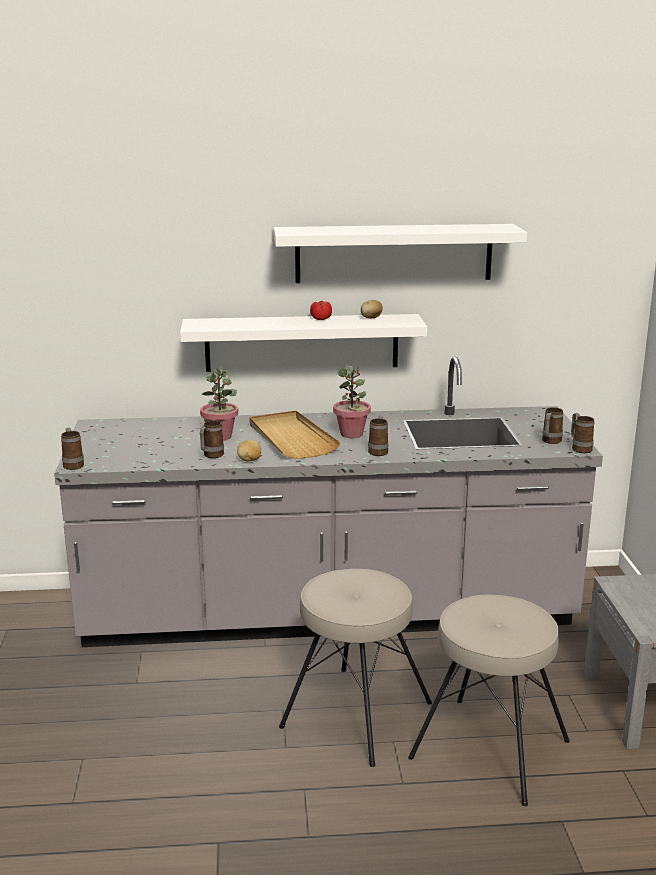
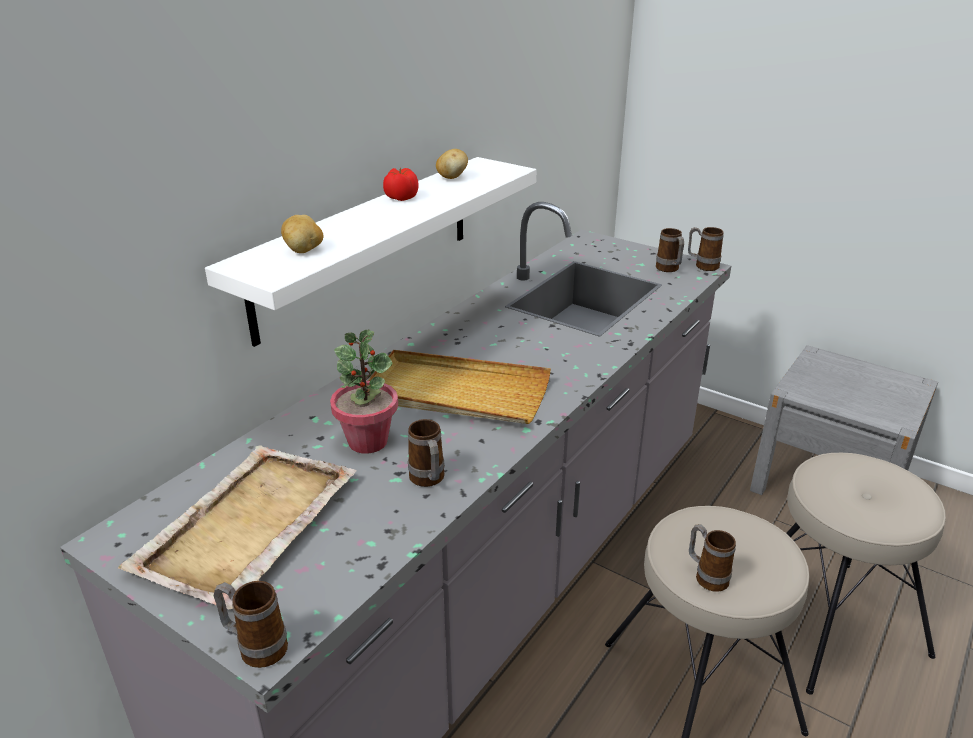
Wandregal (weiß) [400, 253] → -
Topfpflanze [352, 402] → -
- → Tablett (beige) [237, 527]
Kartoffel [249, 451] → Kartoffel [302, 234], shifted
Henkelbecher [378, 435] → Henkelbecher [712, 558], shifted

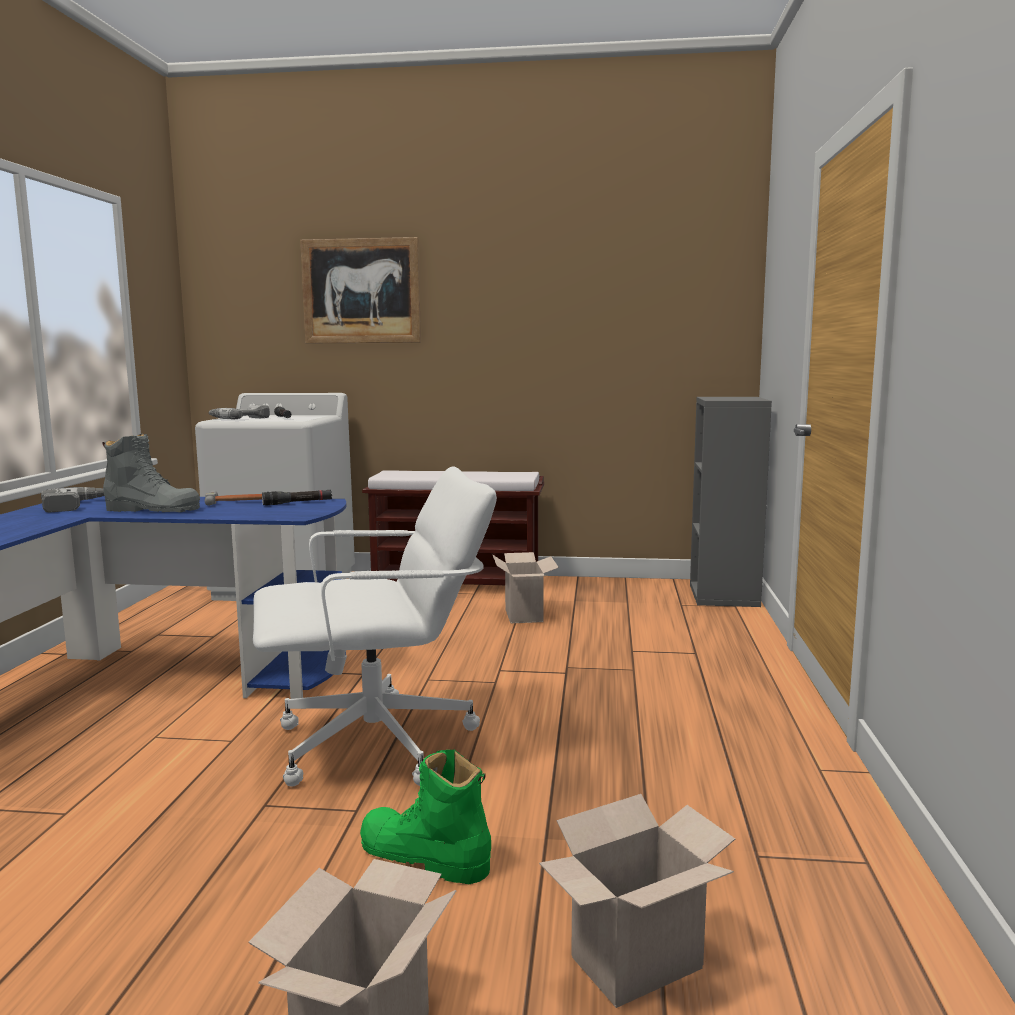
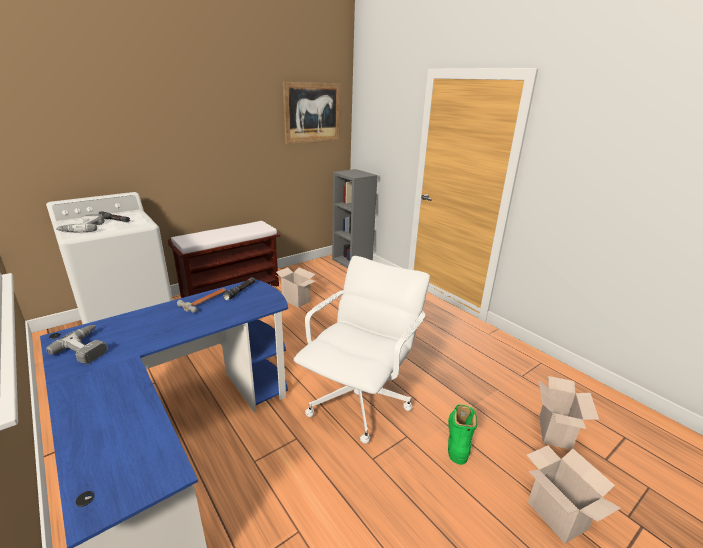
Stiefel (grau) [151, 473] → -
Bild [360, 290] → Bild [312, 113], shifted
Stiefel (grün) [425, 817] → Stiefel (grün) [462, 434], 120 degrees clockwise

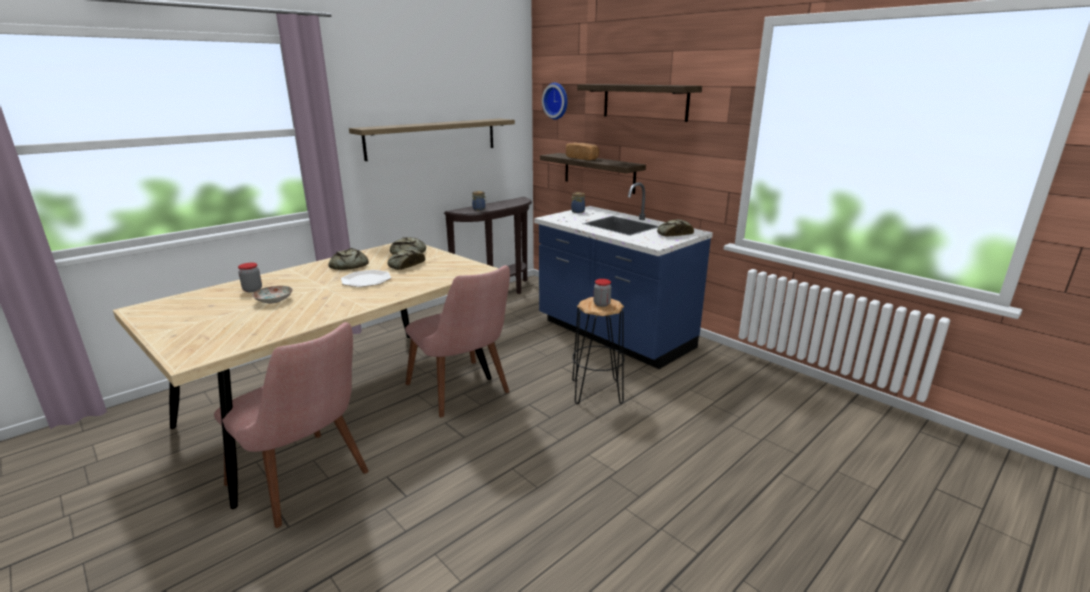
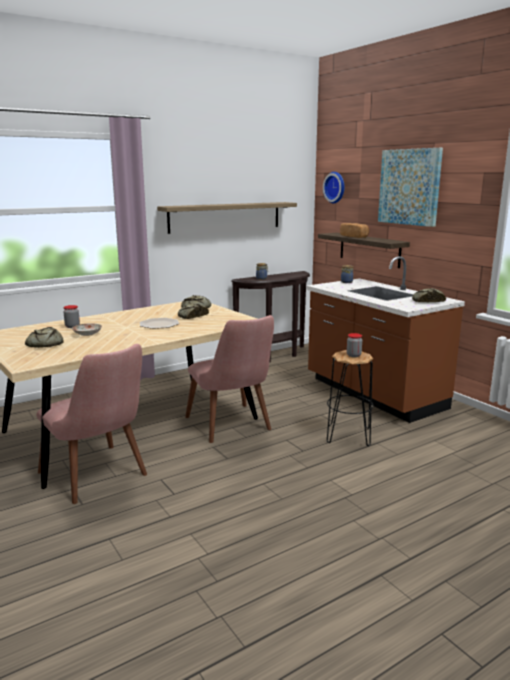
Brot [349, 259] → Brot [44, 337], shifted
Wandregal [639, 103] → Bild [410, 187]
Küchenzeile (blau) [623, 275] → Küchenzeile (braun) [385, 339]

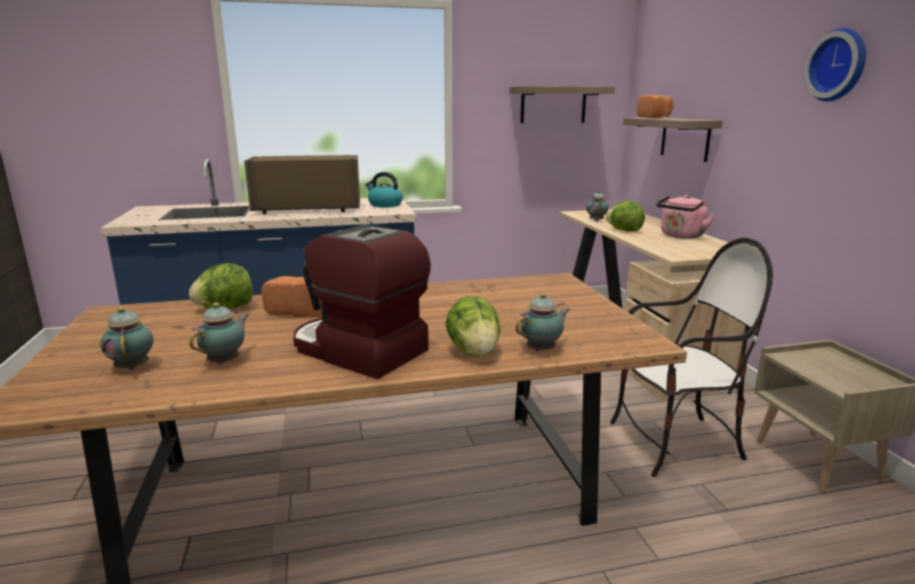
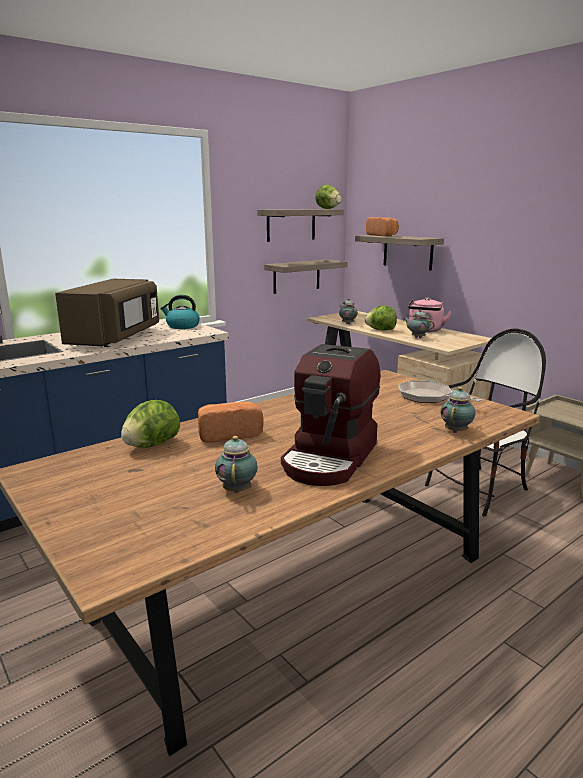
Wanduhr [835, 64] → -
- → Wandregal [306, 276]
- → Pfanne [440, 392]
Teekanne [126, 338] → Teekanne [419, 323], shifted
Salatkopf [473, 325] → Salatkopf [328, 196], shifted
Mikrowelle (braun) [302, 184] → Mikrowelle (braun) [107, 313], 135 degrees clockwise
Kaffeemaschine [362, 302] → Kaffeemaschine [330, 415], 75 degrees counterclockwise

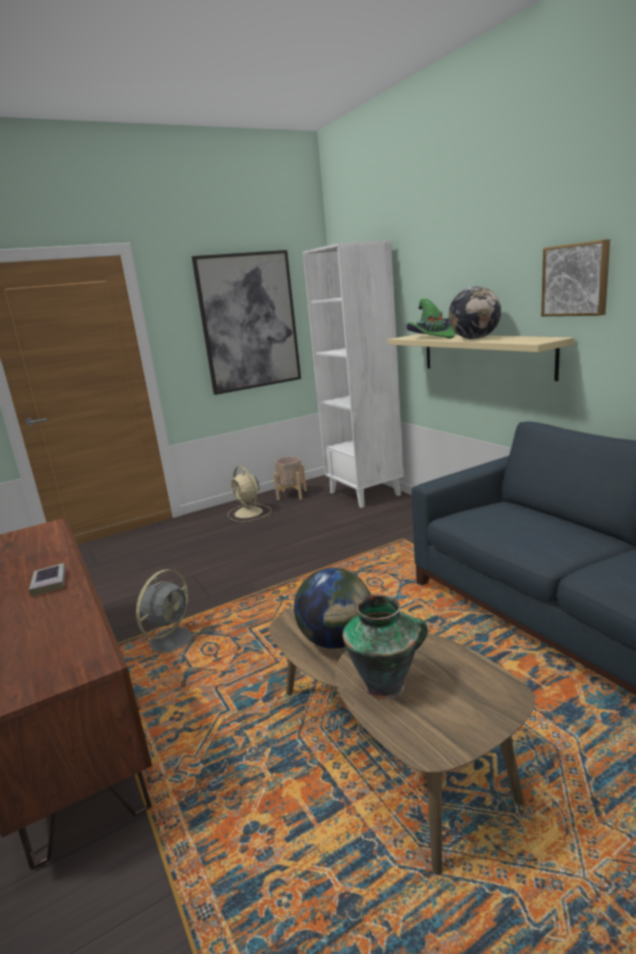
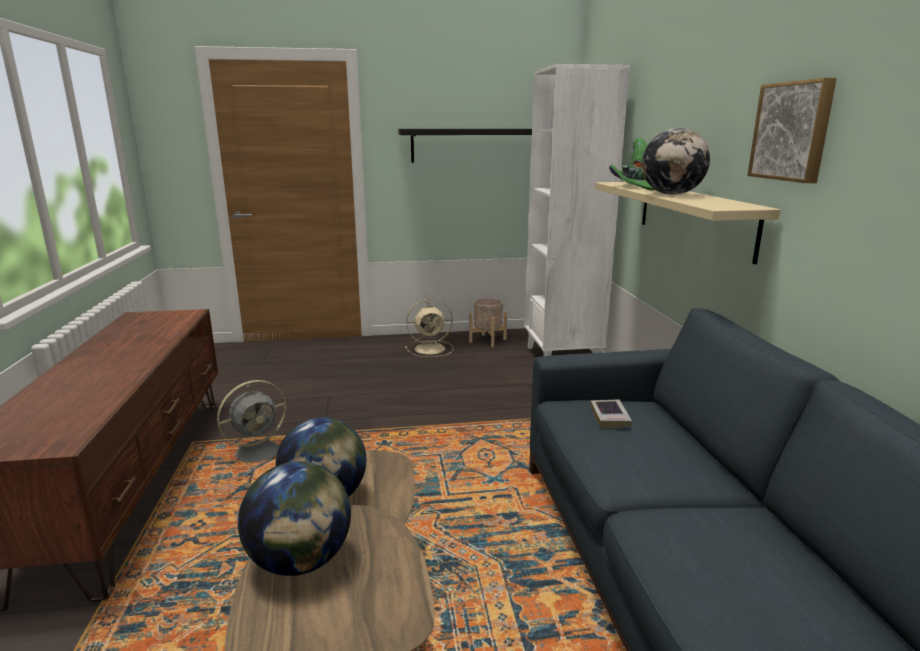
Buch [47, 580] → Buch [611, 413], shifted
Bild [246, 322] → Wandregal (schwarz) [465, 146]
Vase [385, 647] → Globus [294, 518]
Ventilator (beige) [249, 494] → Ventilator (beige) [429, 327], 90 degrees counterclockwise

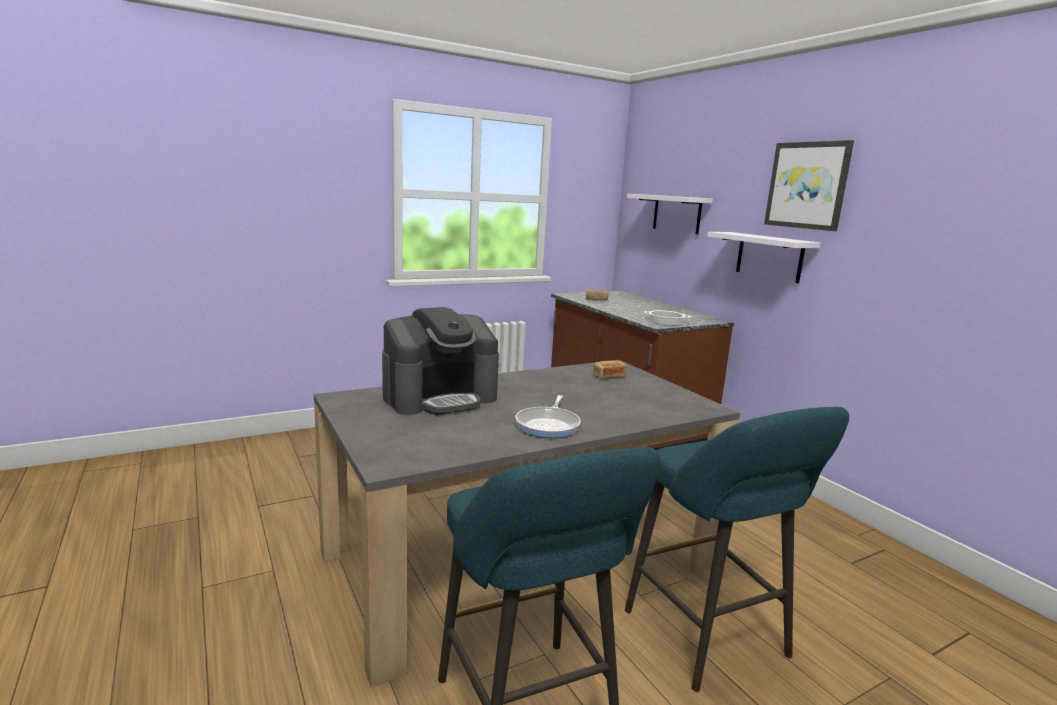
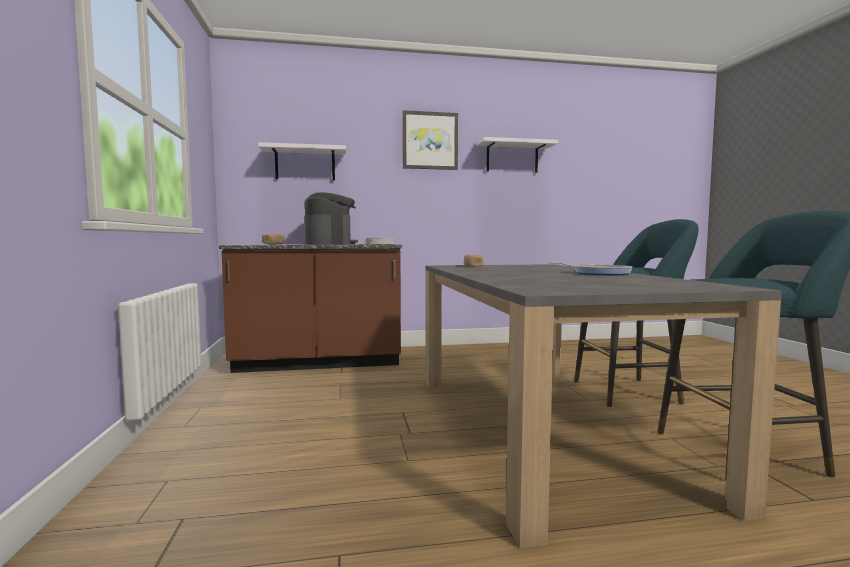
Kaffeemaschine [440, 361] → Kaffeemaschine [331, 218], shifted
Wandregal (weiß) [763, 257] → Wandregal (weiß) [517, 155], shifted

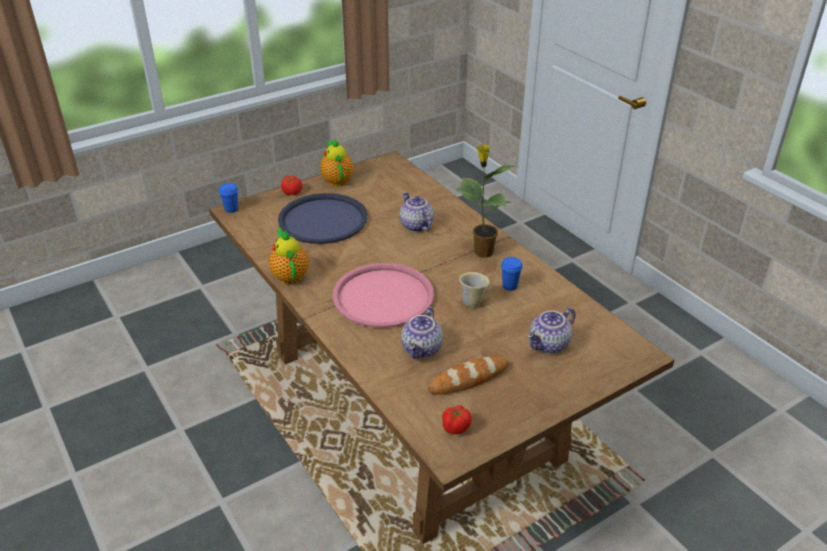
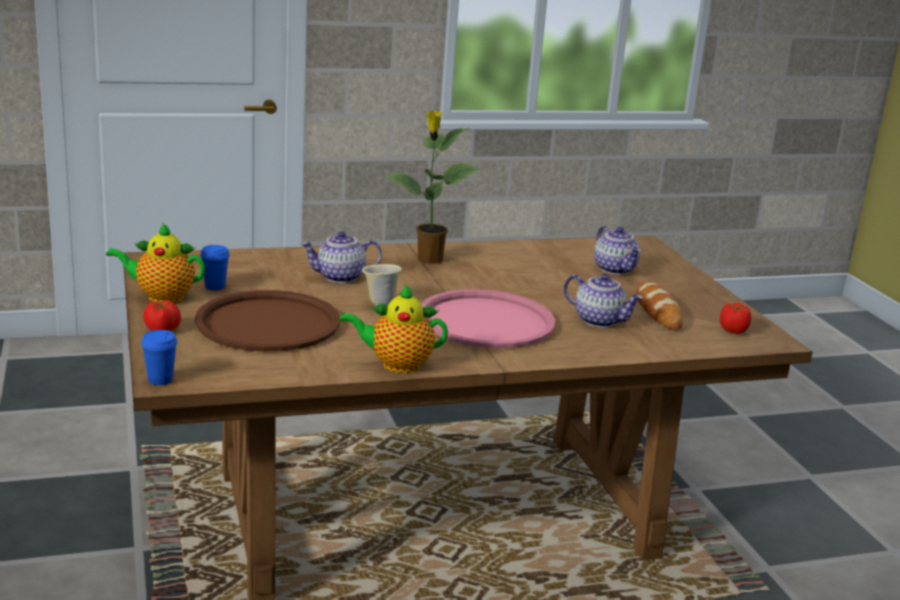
Henkelbecher (beige) [474, 289] → Henkelbecher (beige) [382, 285], shifted
Tasse (blau) [512, 274] → Tasse (blau) [215, 267], shifted
Tablett (blau) [322, 218] → Tablett (braun) [267, 321]

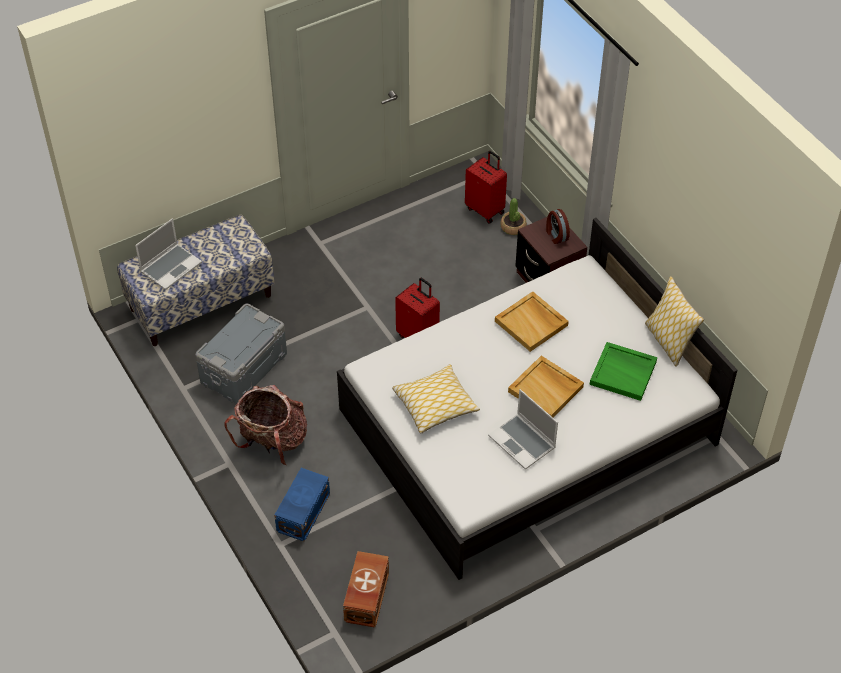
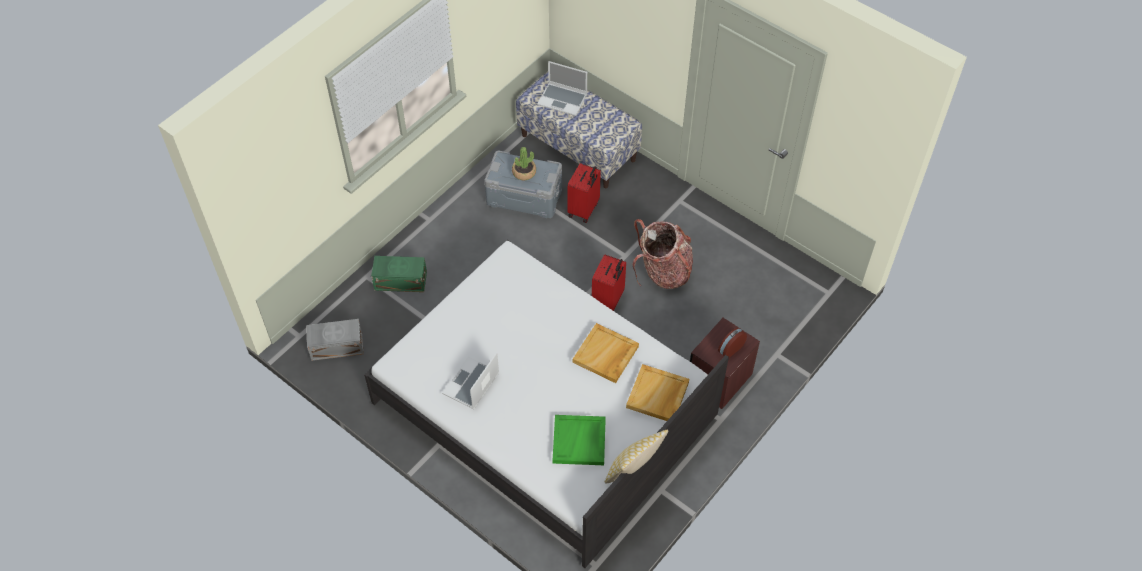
Kissen [436, 399] → -
Rucksack [265, 425] → Rucksack [662, 254], shifted
Koffer (rot) [486, 187] → Koffer (rot) [584, 193], shifted
Topfpflanze [513, 216] → Topfpflanze [524, 164], shifted
Tablett (beige) [546, 386] → Tablett (beige) [657, 392], shifted
Aufbewahrungsbox (blau) [302, 505] → Aufbewahrungsbox (grün) [399, 274]
Aufbewahrungsbox (braun) [366, 589] → Aufbewahrungsbox (grau) [335, 340]

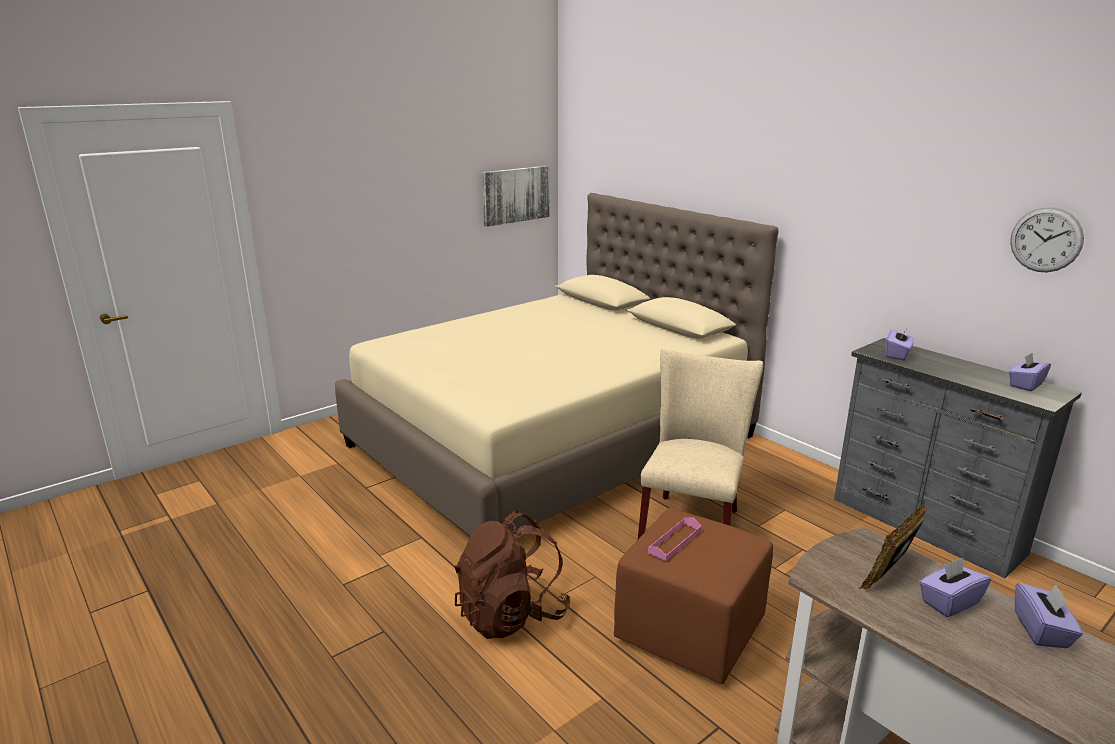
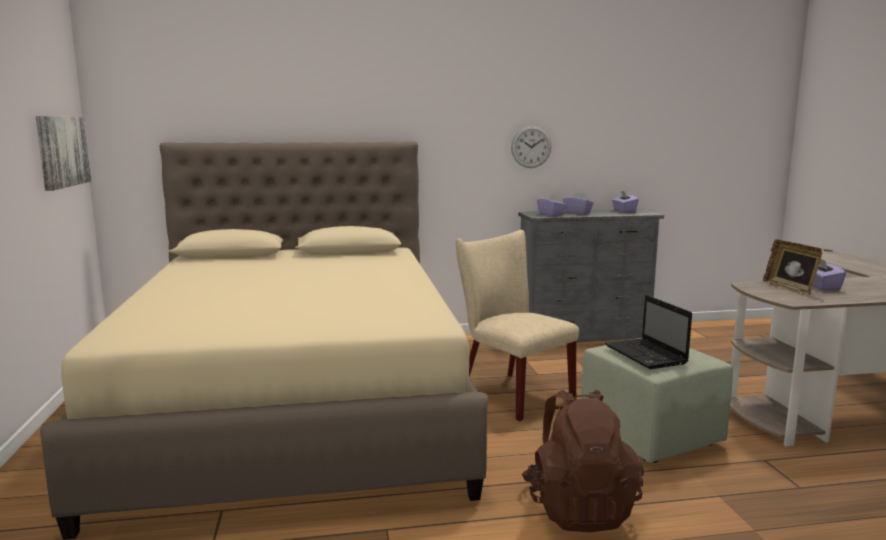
Wanduhr [1047, 239] → Wanduhr [531, 147], shifted
Taschentuchbox (lila) [1049, 615] → Taschentuchbox (lila) [578, 203], shifted
Tablett (rosa) [675, 539] → Laptop [648, 332]
Polsterhocker (braun) [693, 596] → Polsterhocker (grün) [657, 400]

